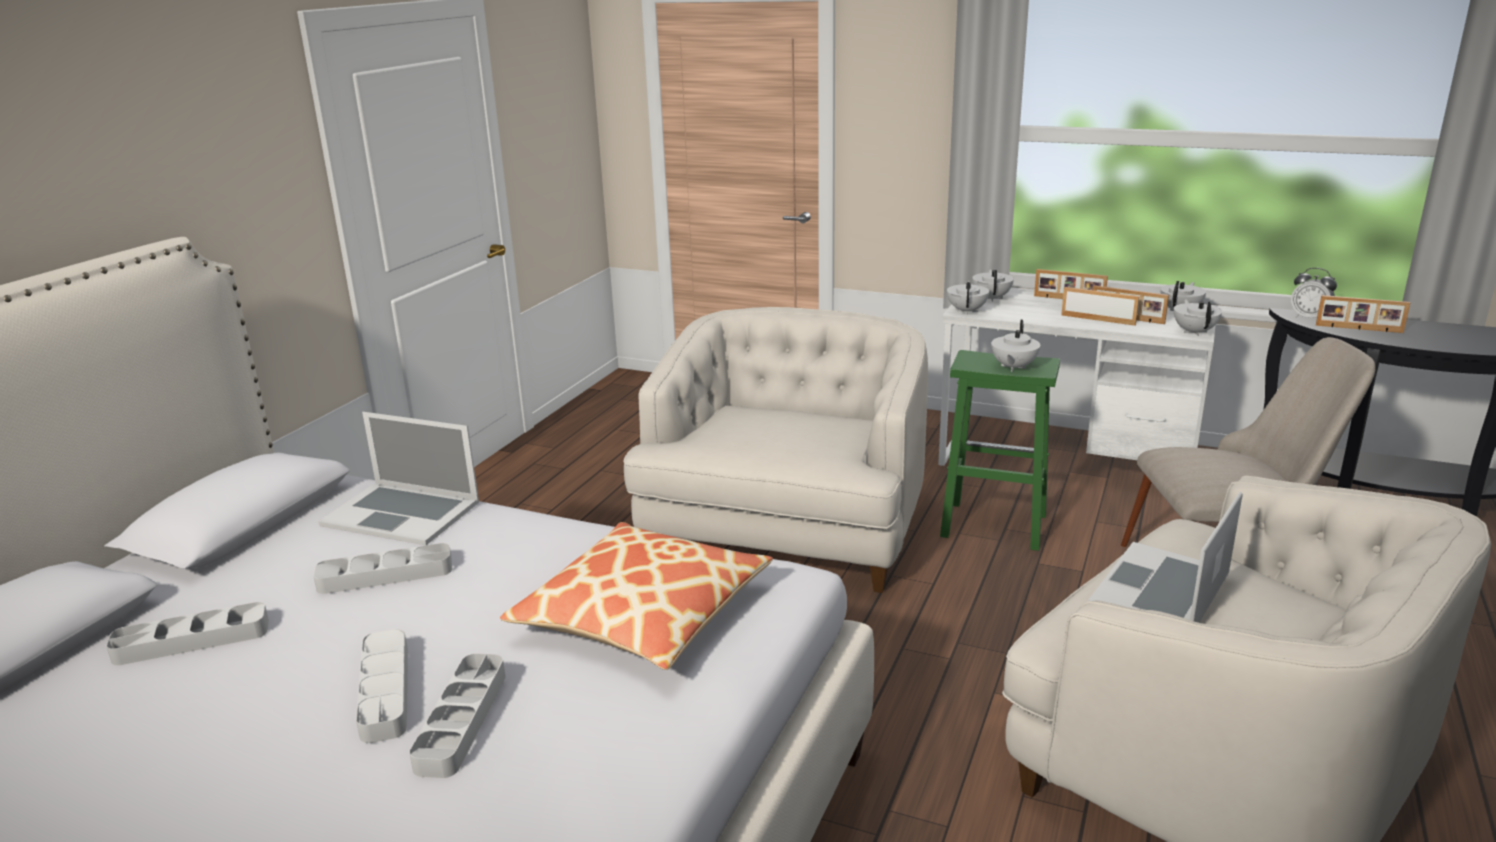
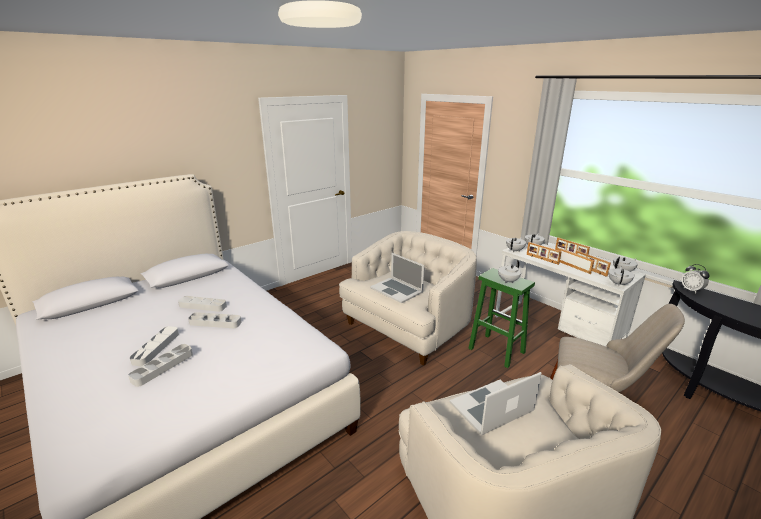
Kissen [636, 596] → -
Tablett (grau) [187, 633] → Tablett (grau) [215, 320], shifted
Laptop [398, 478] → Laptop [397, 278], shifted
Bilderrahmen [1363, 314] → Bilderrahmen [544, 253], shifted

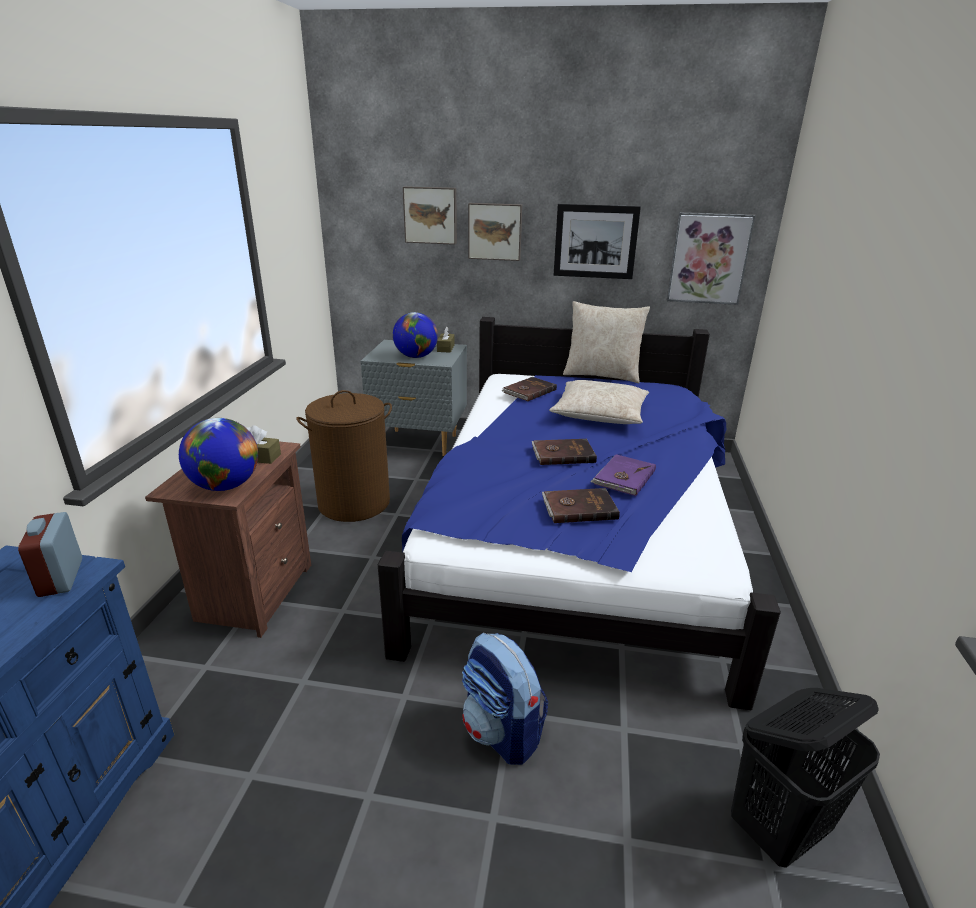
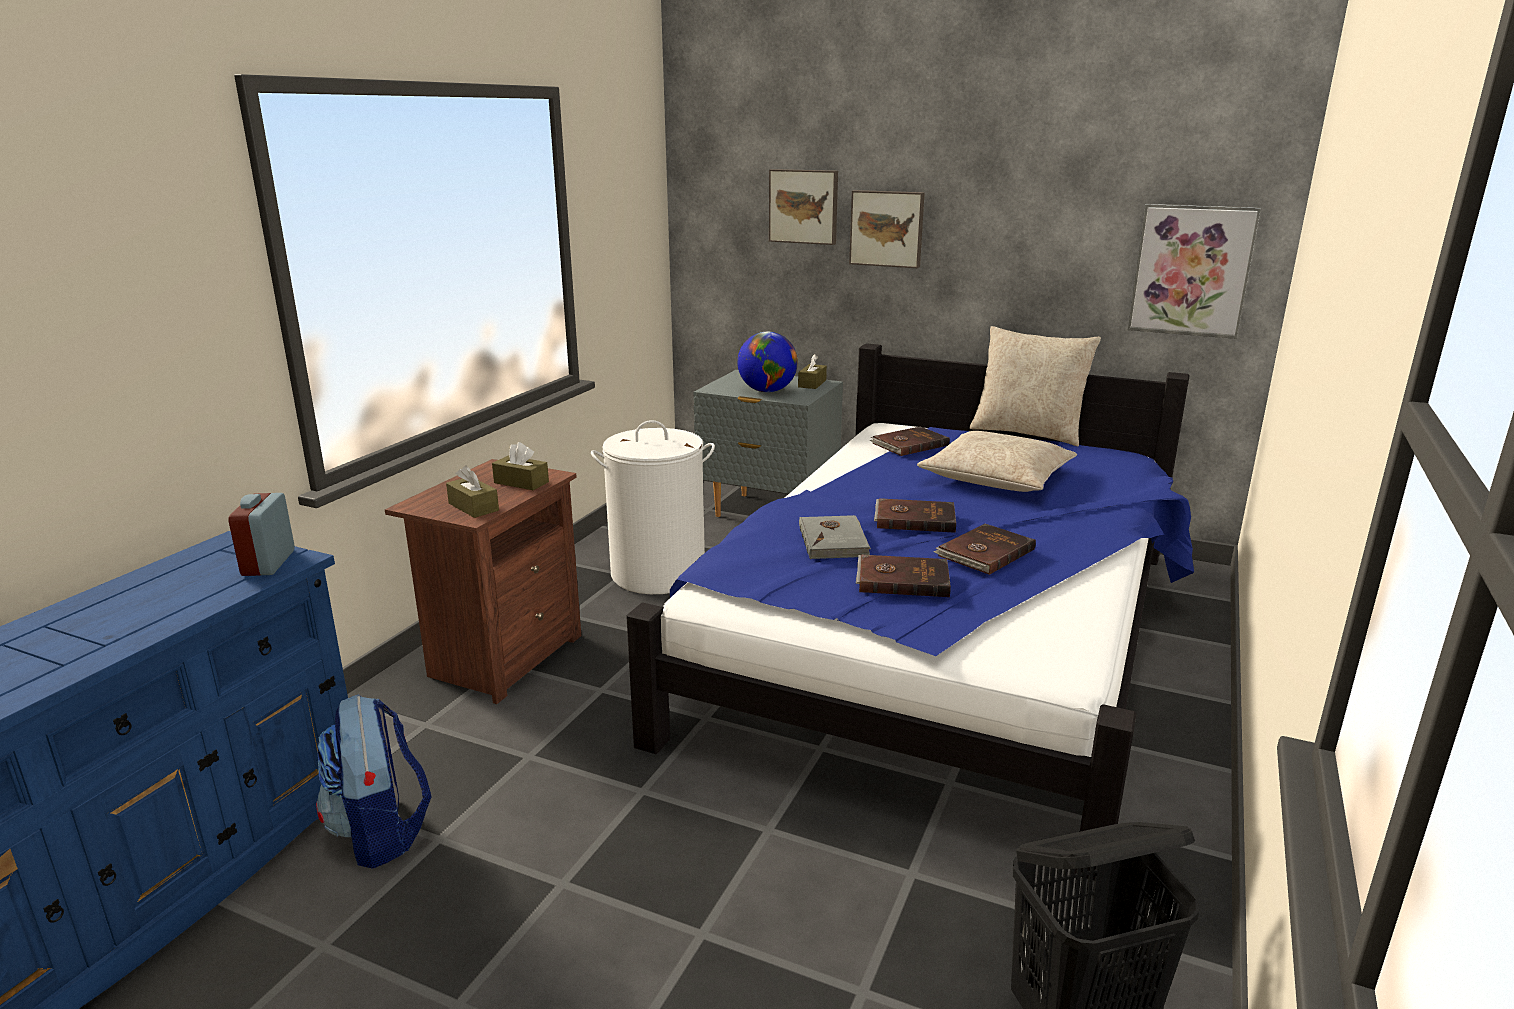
Bild [597, 241] → -
- → Buch (grau) [835, 537]
Rucksack [505, 698] → Rucksack [374, 781], shifted
Globus [218, 454] → Taschentuchbox (braun) [472, 491]
Wäschekorb (braun) [344, 456] → Wäschekorb (weiß) [653, 507]
Buch (lila) [623, 475] → Buch (braun) [984, 549]

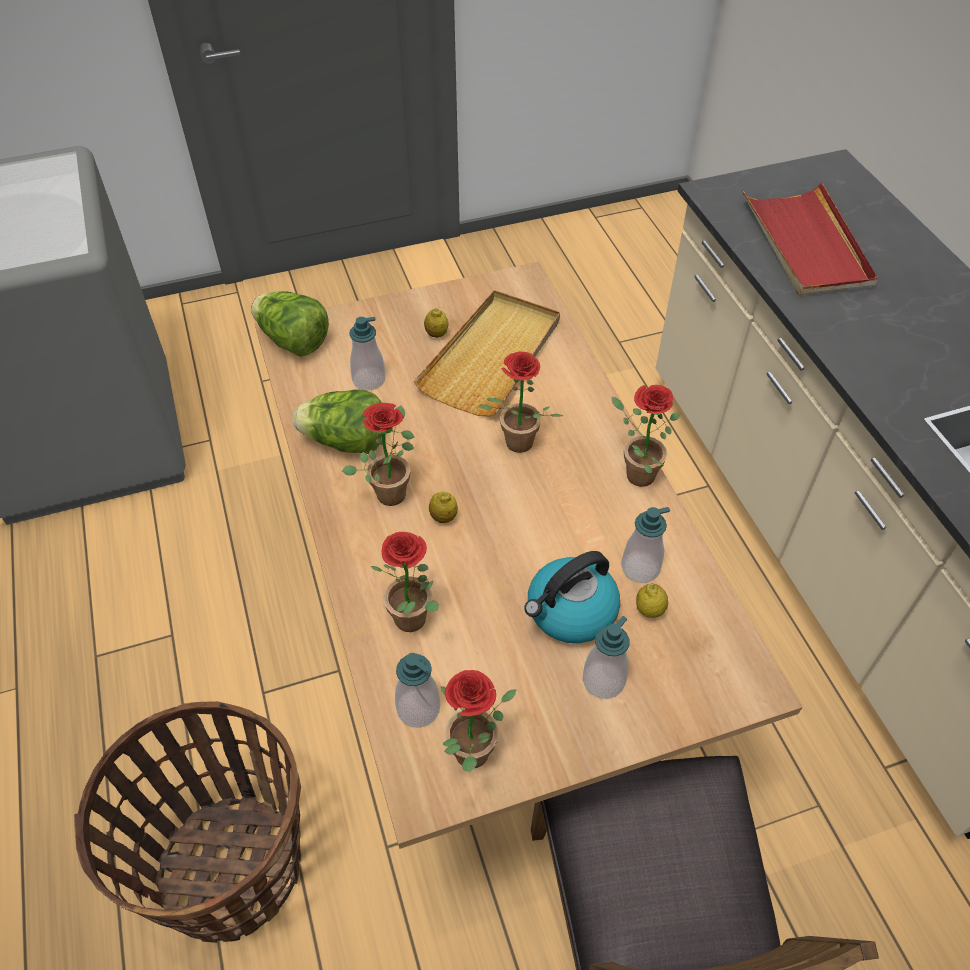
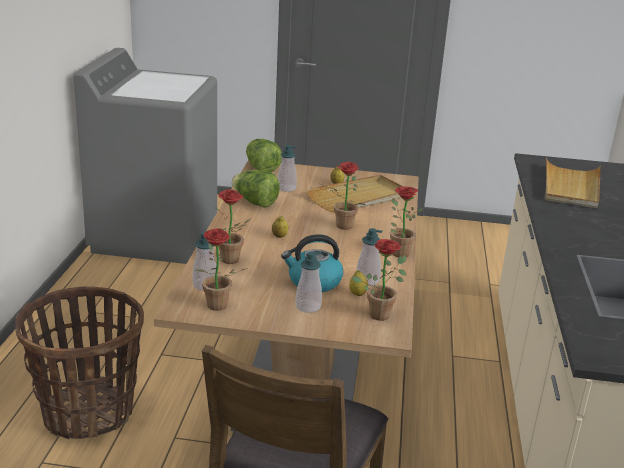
Topfpflanze [378, 454] → Topfpflanze [379, 280], shifted
Tablett (rot) [810, 238] → Tablett (beige) [573, 183]

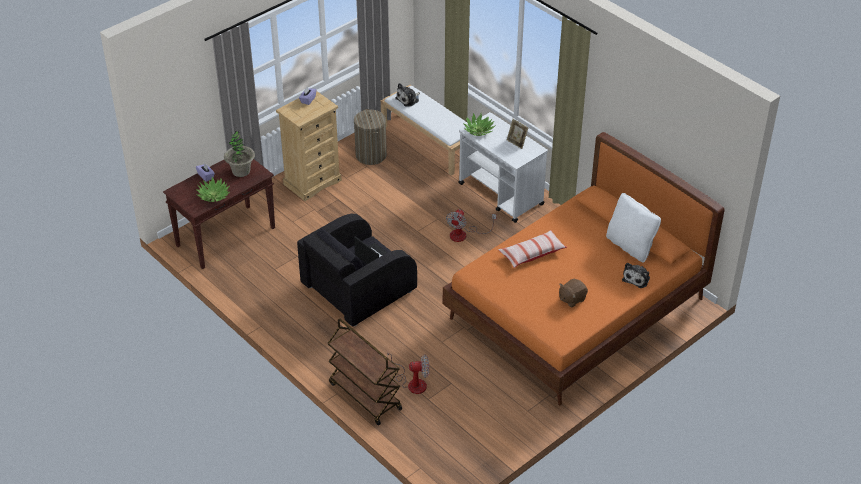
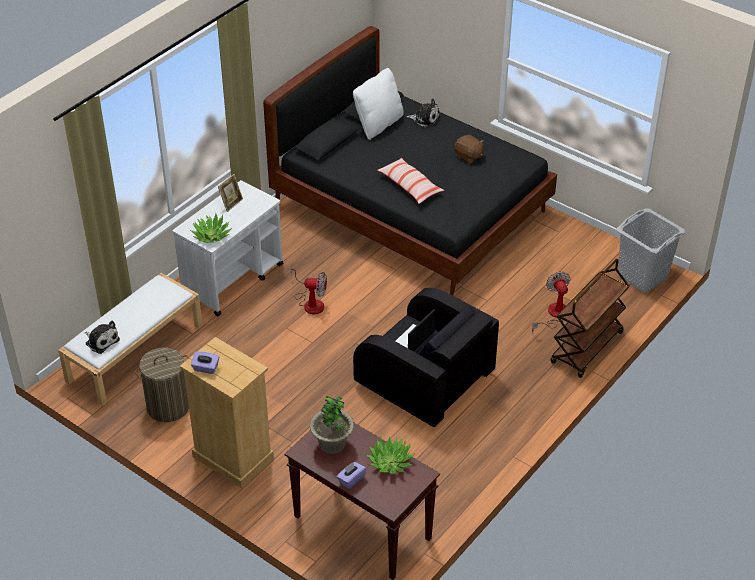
- → Wäschekorb (grau) [651, 250]
Bett (orange) [584, 269] → Bett (schwarz) [410, 160]

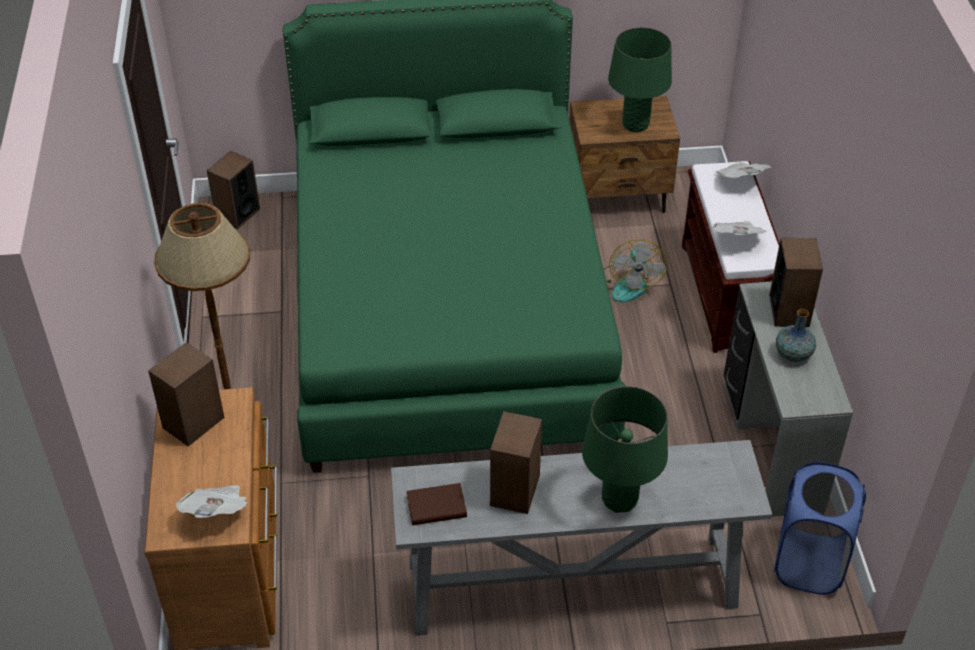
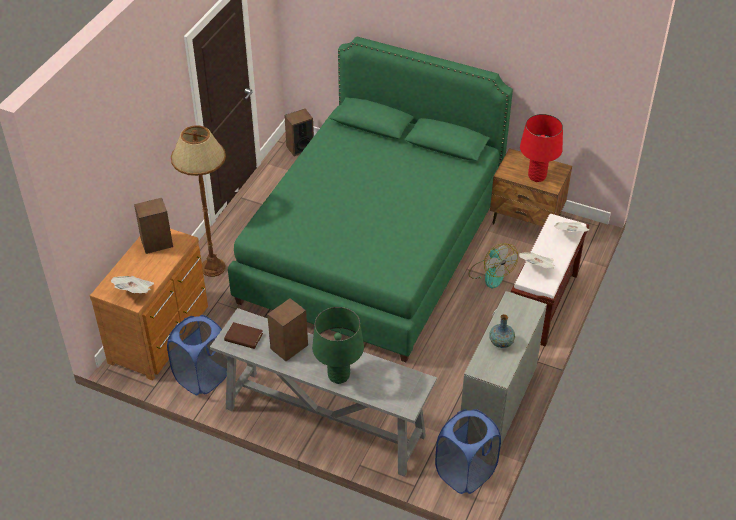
Lautsprecher [796, 282] → -
- → Wäschekorb (blau) [197, 355]
Tischlampe (grün) [640, 79] → Tischlampe (rot) [541, 148]
Ventilator [636, 270] → Ventilator [493, 266], 60 degrees counterclockwise

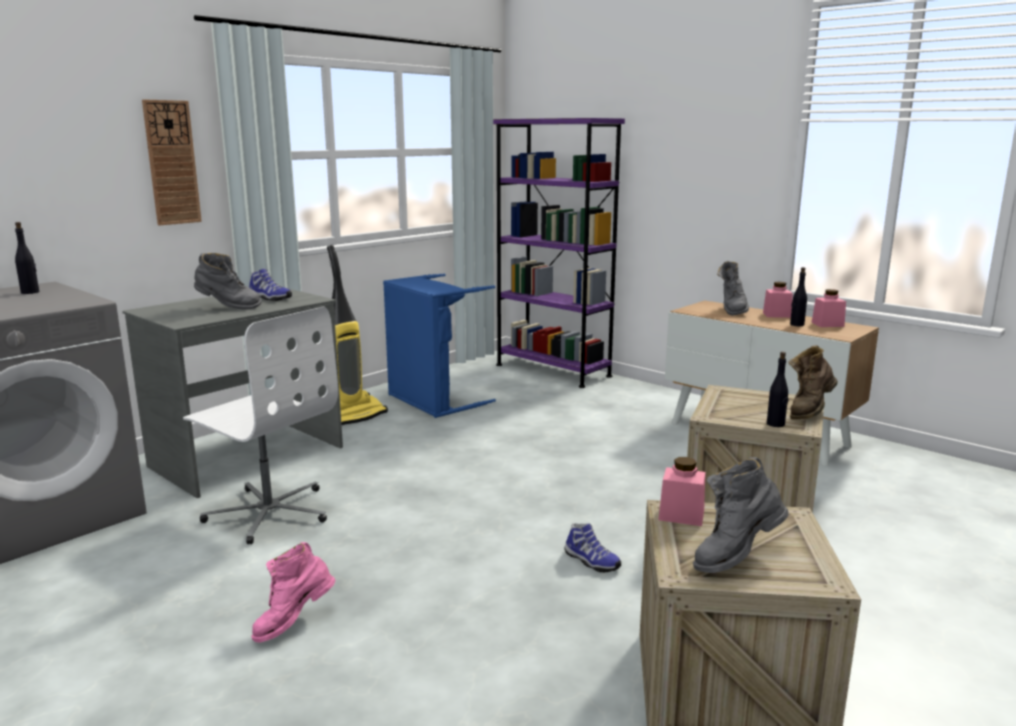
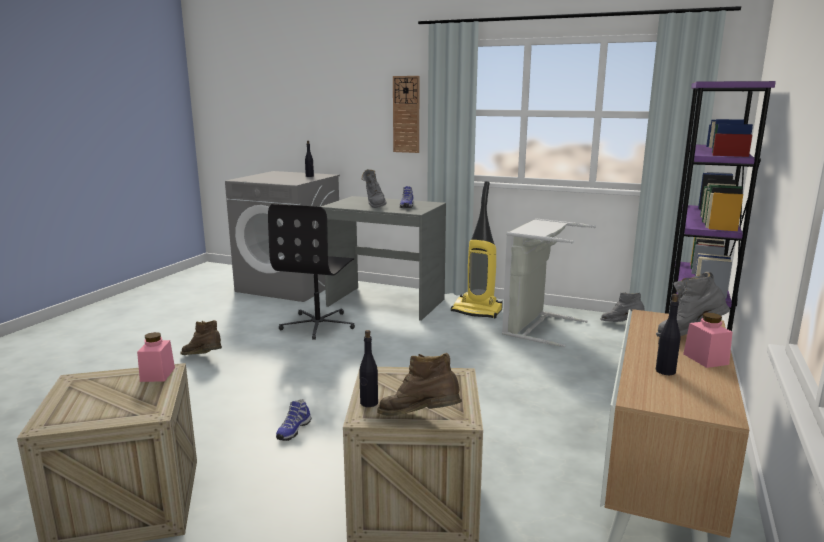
Vorratsglas (rosa) [829, 308] → -
Stiefel (grau) [741, 515] → Stiefel (grau) [622, 307], shifted
Bürostuhl (weiß) [260, 425] → Bürostuhl (schwarz) [311, 272]
Stiefel (rosa) [293, 592] → Stiefel (braun) [201, 337]
Wäschekorb (blau) [439, 345] → Wäschekorb (grau) [549, 282]

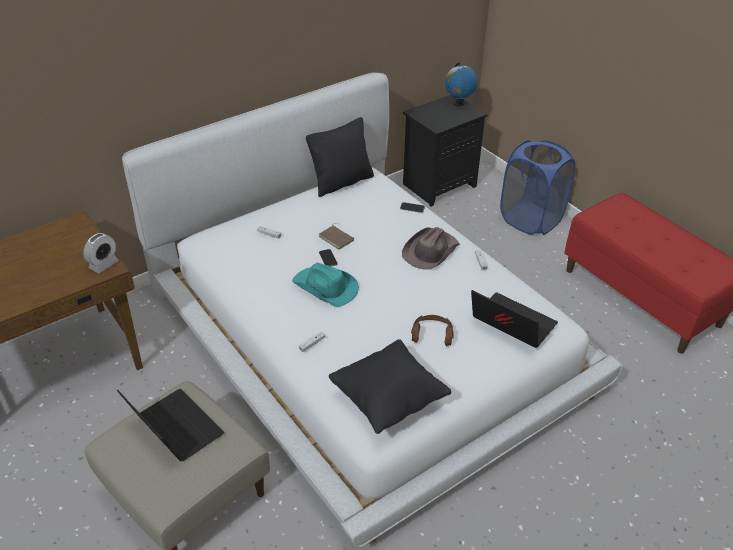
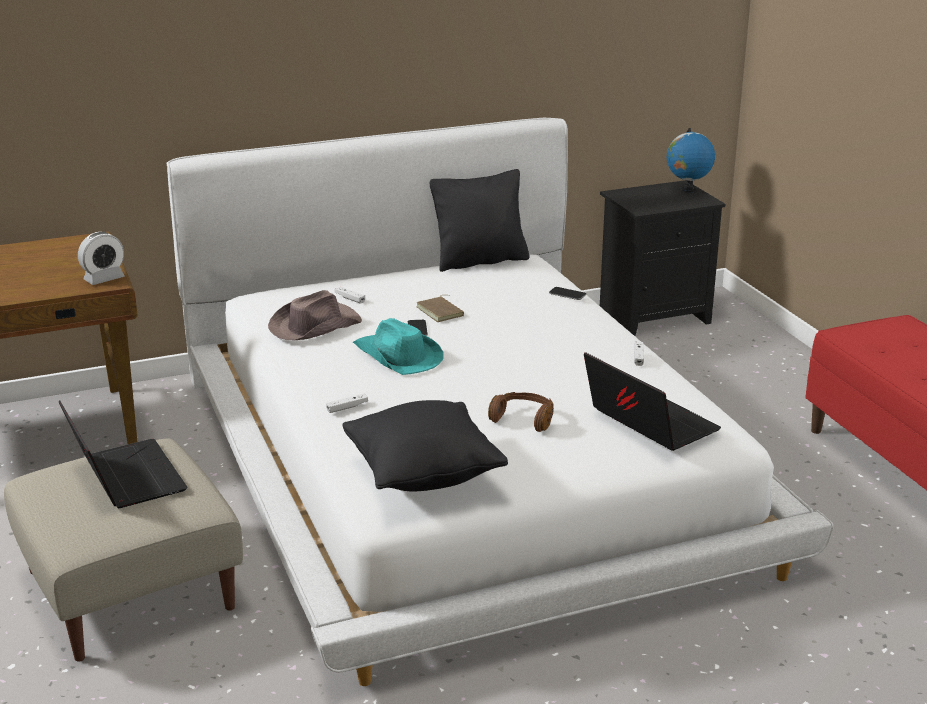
Wäschekorb (blau) [537, 187] → -
Hut (braun) [431, 248] → Hut (braun) [315, 315], shifted

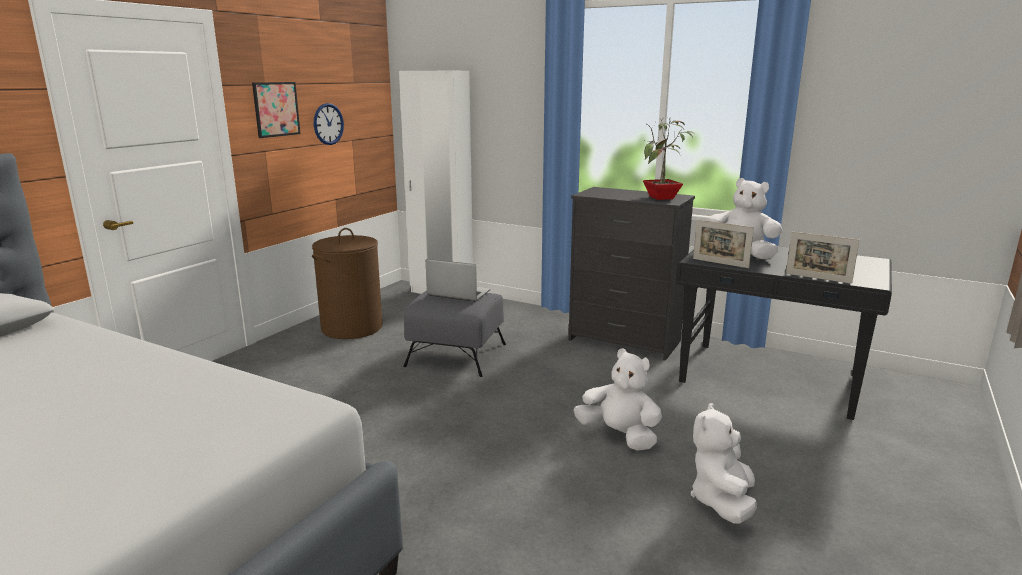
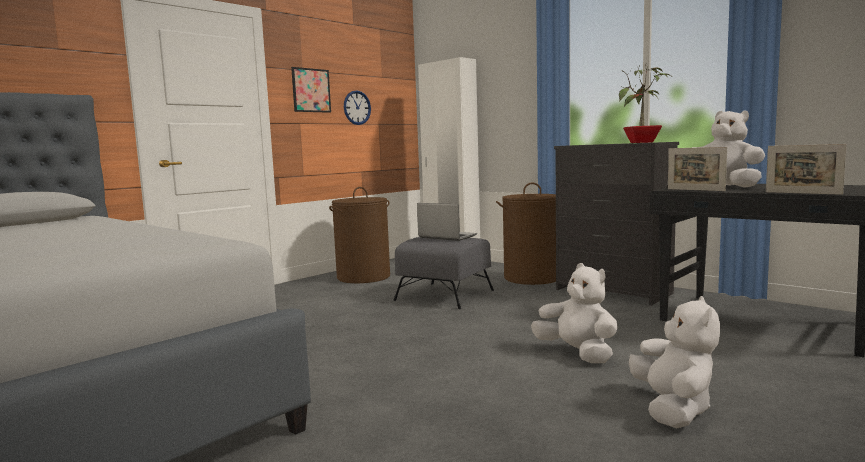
- → Wäschekorb (braun) [526, 233]
Plüschtier (weiß) [723, 463] → Plüschtier (weiß) [674, 362], 150 degrees clockwise

